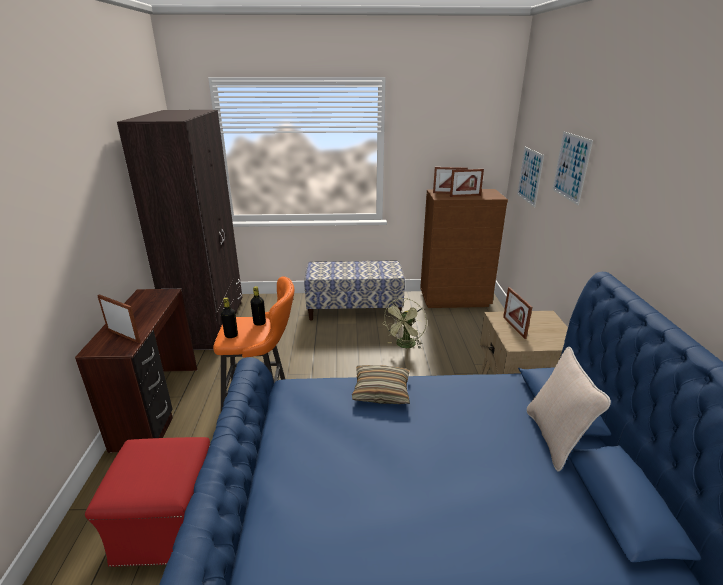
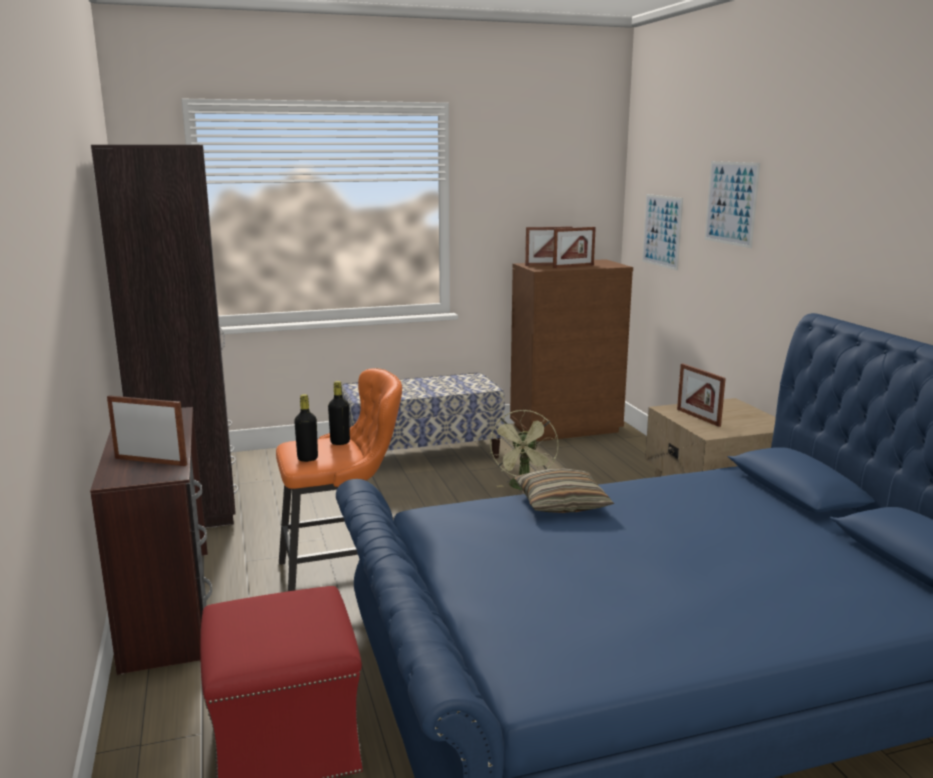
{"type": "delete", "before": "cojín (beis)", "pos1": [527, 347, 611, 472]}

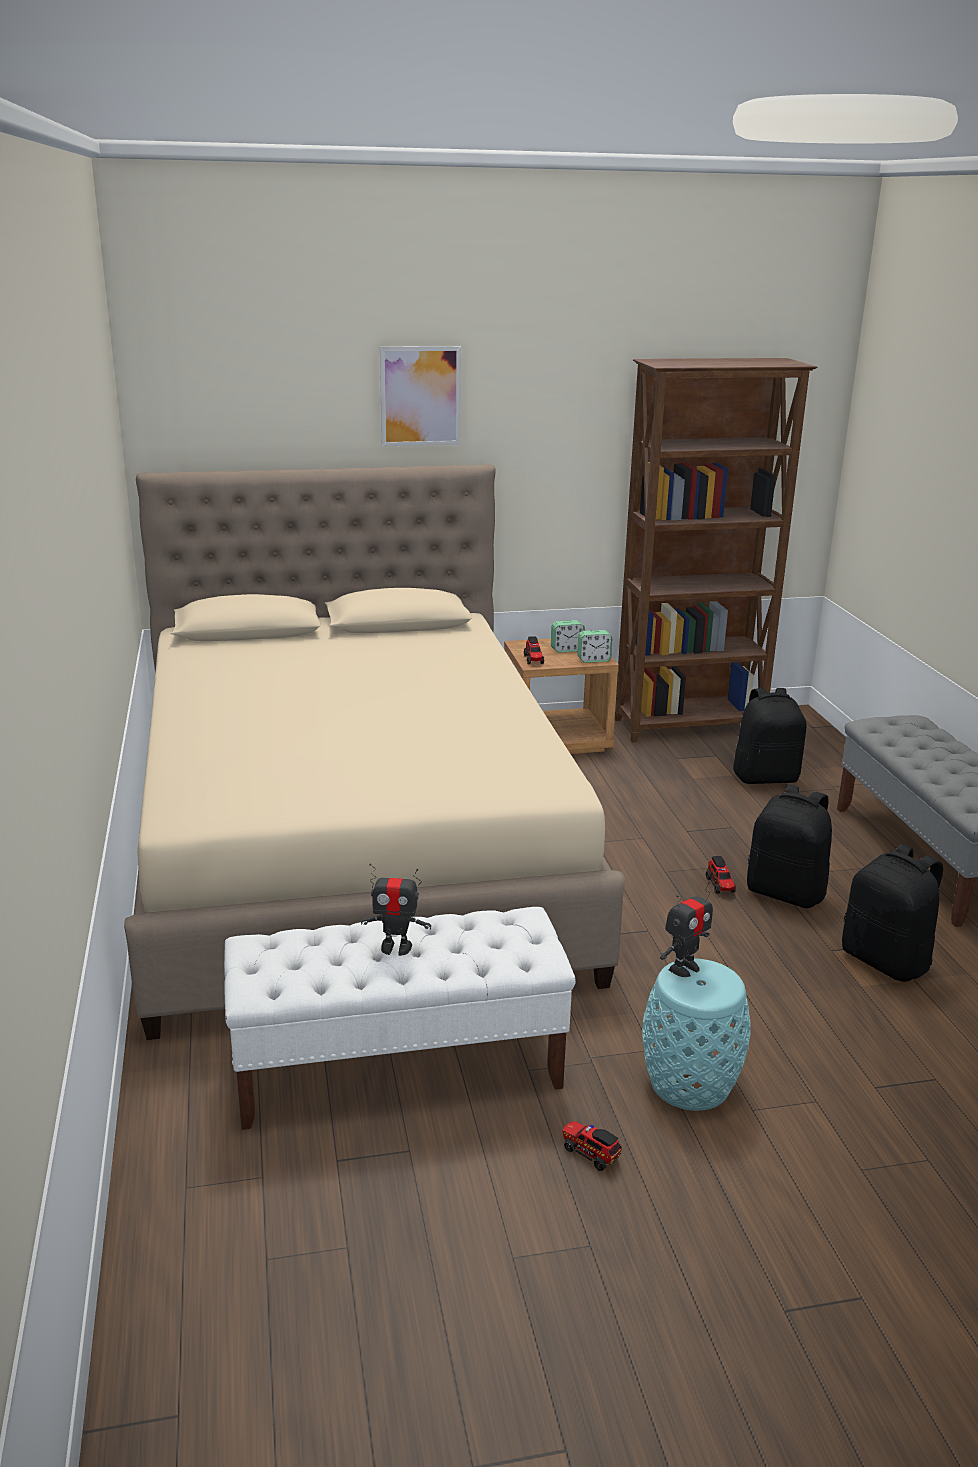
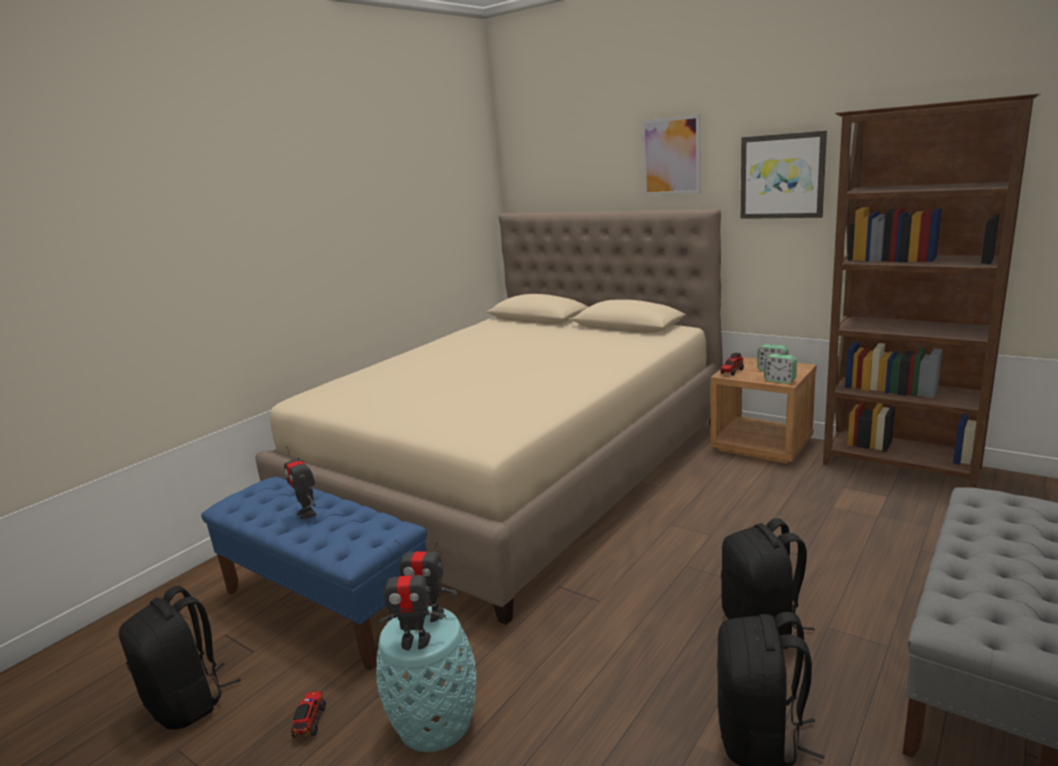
{"type": "move", "before": "mochila (negro)", "pos1": [733, 688, 806, 784], "pos2": [119, 586, 241, 730]}
{"type": "delete", "before": "camión de juguete", "pos1": [706, 856, 736, 894]}
{"type": "recolor", "before": "banco (blanco)", "after": "banco (azul)", "pos1": [224, 907, 576, 1130], "pos2": [201, 477, 432, 671]}
{"type": "insert", "after": "cuadro", "pos2": [741, 130, 827, 219]}
{"type": "insert", "after": "robot de juguete", "pos2": [378, 564, 446, 650]}

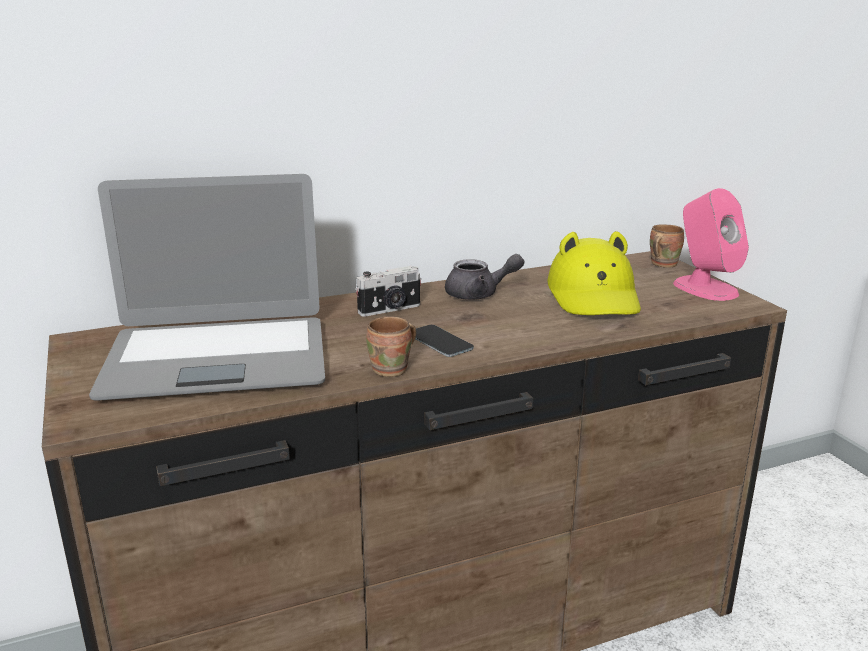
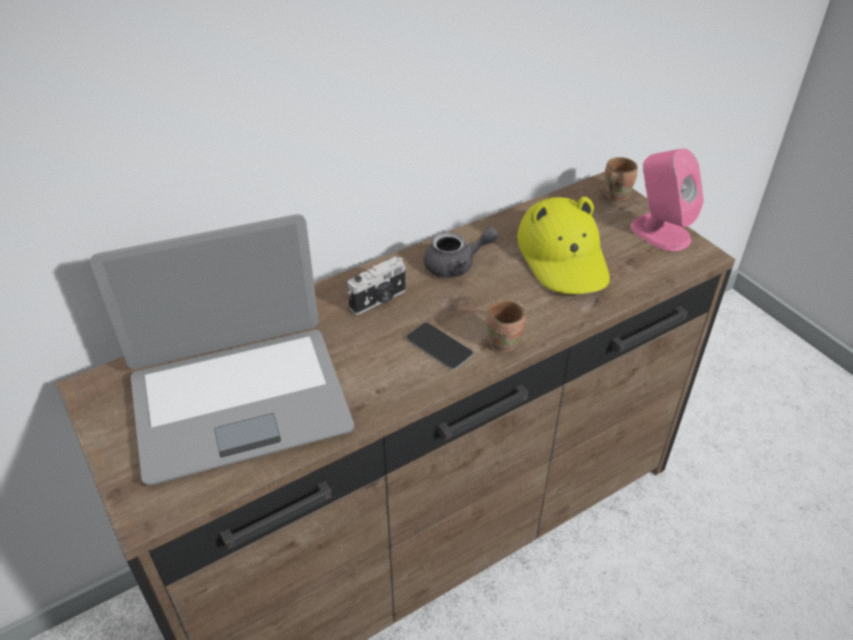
{"type": "move", "before": "taza grande (marrón)", "pos1": [366, 316, 416, 377], "pos2": [486, 299, 525, 352]}

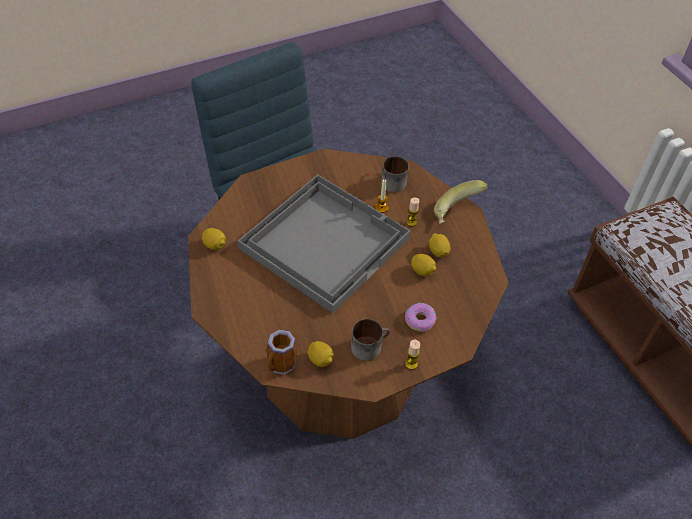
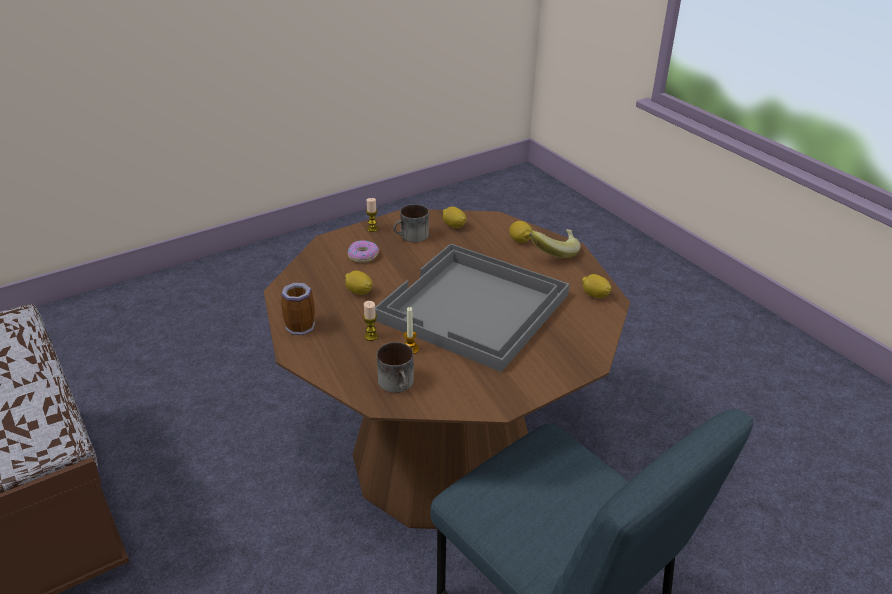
{"type": "move", "before": "plátano", "pos1": [434, 180, 488, 224], "pos2": [529, 229, 581, 258]}
{"type": "move", "before": "limón", "pos1": [429, 233, 450, 257], "pos2": [509, 221, 532, 243]}
{"type": "move", "before": "taza grande", "pos1": [267, 330, 297, 375], "pos2": [281, 283, 315, 335]}

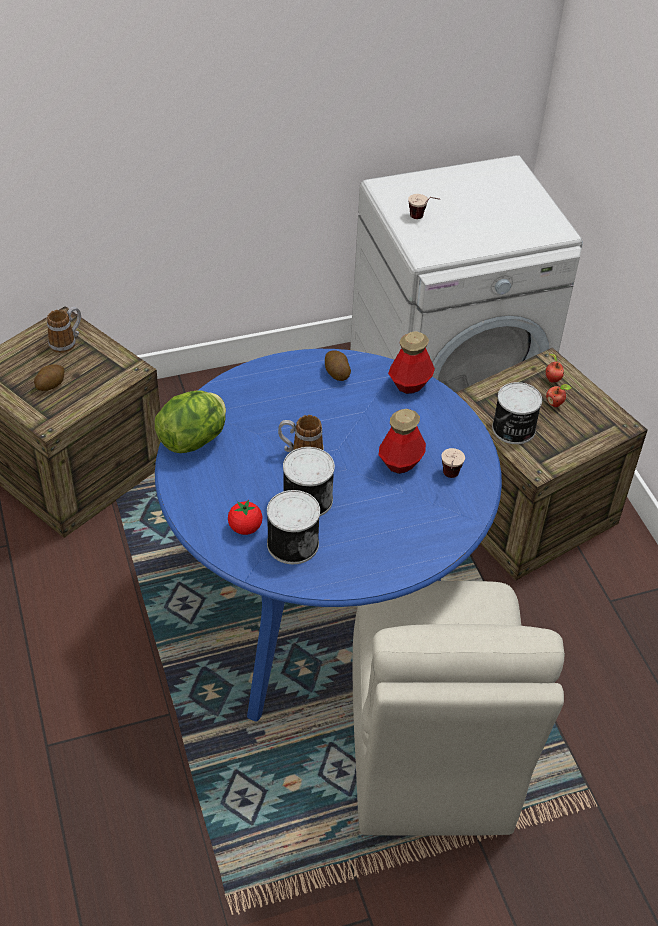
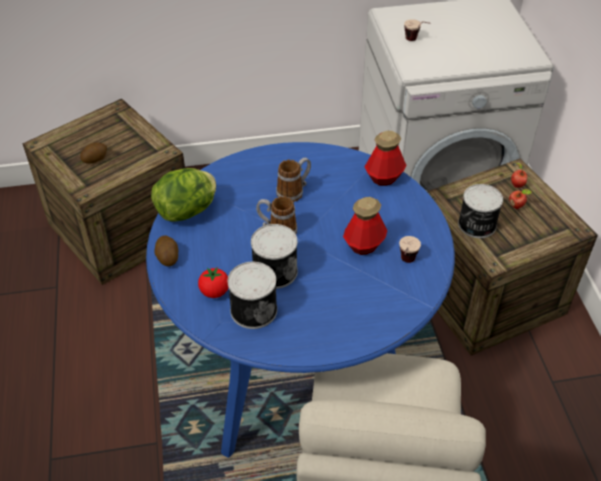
{"type": "move", "before": "taza grande", "pos1": [47, 307, 81, 353], "pos2": [276, 158, 311, 202]}
{"type": "move", "before": "patata", "pos1": [325, 350, 351, 381], "pos2": [154, 235, 178, 267]}

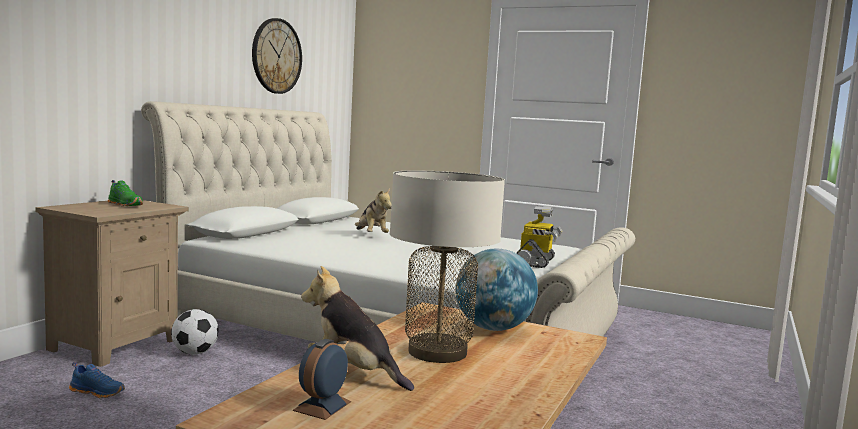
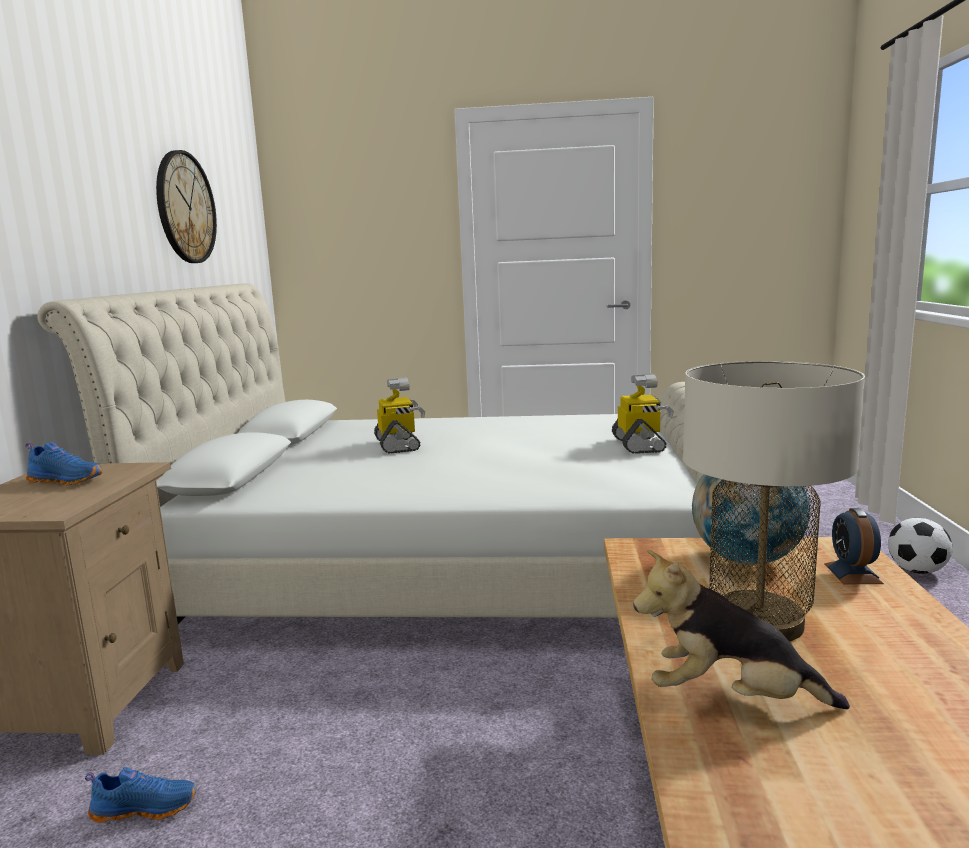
{"type": "recolor", "before": "zapato (verde)", "after": "zapato (azul)", "pos1": [108, 180, 143, 207], "pos2": [26, 442, 103, 486]}
{"type": "replace", "before": "peluche", "after": "robot de juguete", "pos1": [355, 188, 391, 233], "pos2": [374, 377, 425, 453]}
{"type": "move", "before": "balón de fútbol", "pos1": [171, 309, 219, 355], "pos2": [888, 518, 953, 574]}
{"type": "move", "before": "despertador", "pos1": [293, 339, 351, 420], "pos2": [824, 508, 884, 584]}

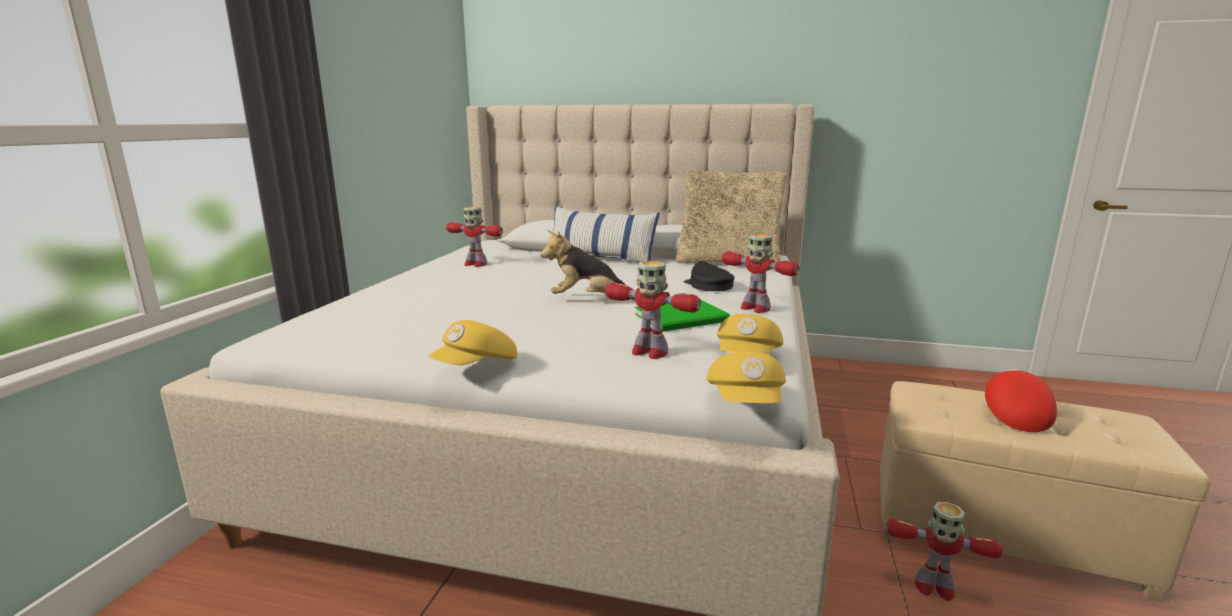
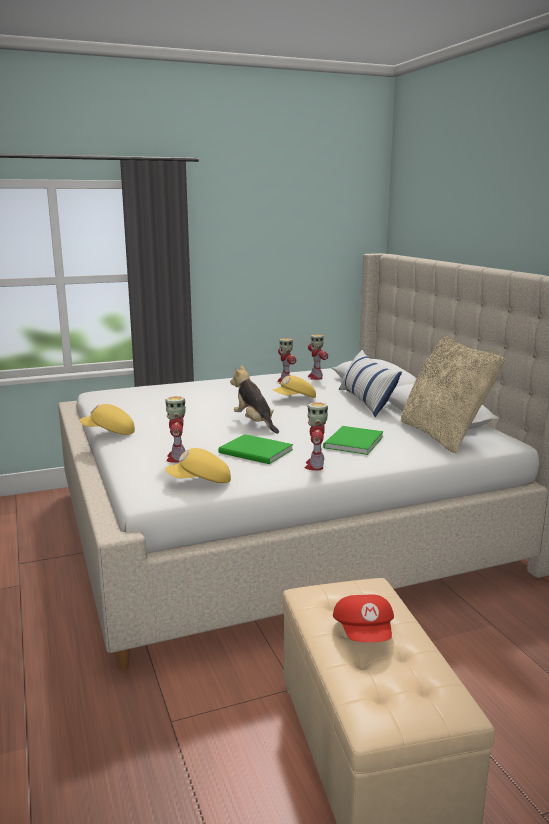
{"type": "replace", "before": "gorra (negro)", "after": "libro (verde)", "pos1": [683, 261, 735, 291], "pos2": [323, 426, 384, 455]}
{"type": "move", "before": "gorra (amarillo)", "pos1": [707, 352, 786, 403], "pos2": [273, 375, 316, 398]}
{"type": "rotate", "before": "gorra (rojo)", "pos1": [985, 369, 1057, 432], "pos2": [333, 594, 394, 642], "turn": 105}
{"type": "move", "before": "robot de juguete", "pos1": [886, 502, 1002, 601], "pos2": [308, 334, 328, 380]}

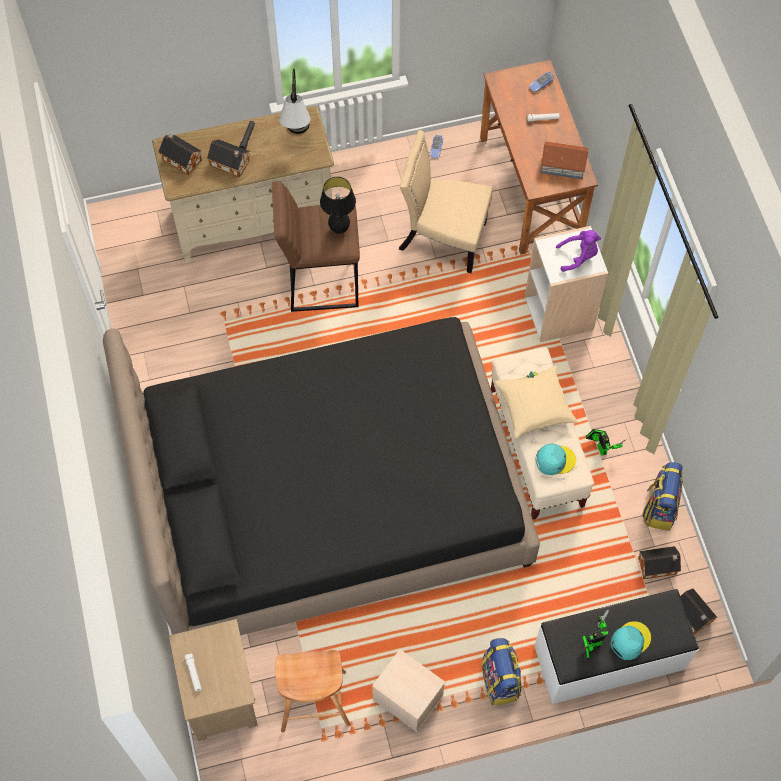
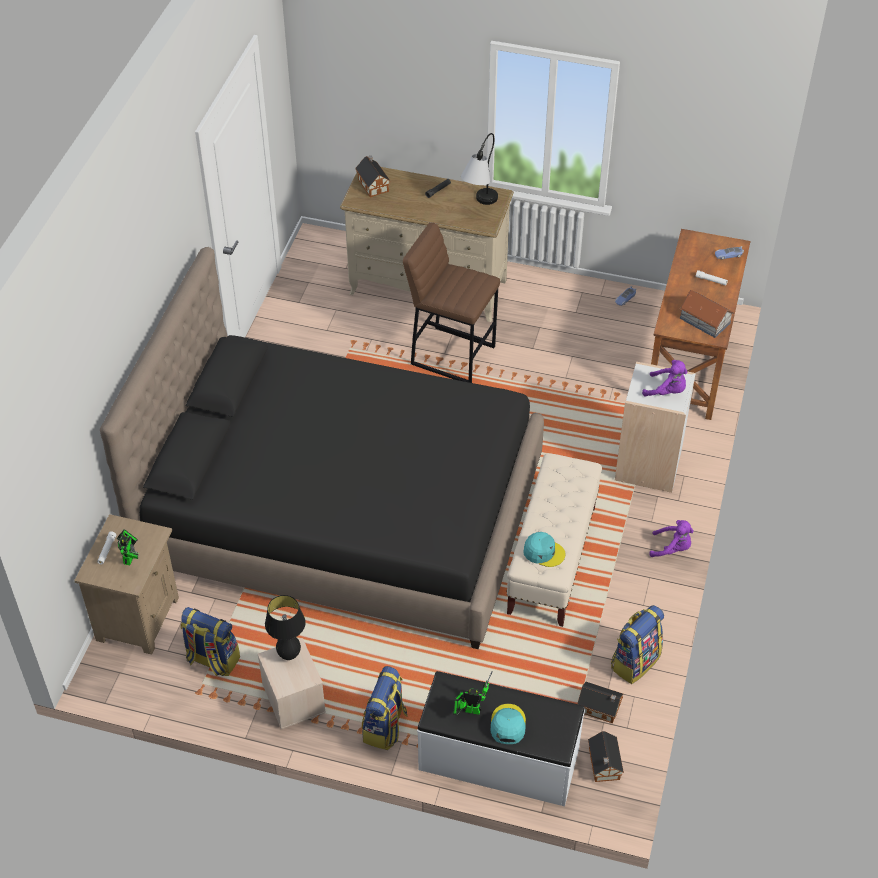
{"type": "delete", "before": "silla (beis)", "pos1": [399, 130, 493, 273]}
{"type": "delete", "before": "casita", "pos1": [207, 139, 250, 177]}
{"type": "move", "before": "lámpara de mesa (negro)", "pos1": [320, 177, 356, 234], "pos2": [265, 595, 306, 660]}
{"type": "delete", "before": "cojín (beis)", "pos1": [495, 366, 577, 438]}
{"type": "move", "before": "robot de juguete", "pos1": [586, 429, 625, 456], "pos2": [117, 529, 138, 565]}
{"type": "rotate", "before": "gorra (turquesa)", "pos1": [610, 621, 651, 660], "pos2": [491, 704, 526, 744], "turn": -75}
{"type": "replace", "before": "taburete (marrón)", "after": "mochila", "pos1": [275, 650, 350, 732], "pos2": [180, 607, 240, 676]}
{"type": "insert", "after": "peluche (morado)", "pos2": [649, 520, 694, 557]}

